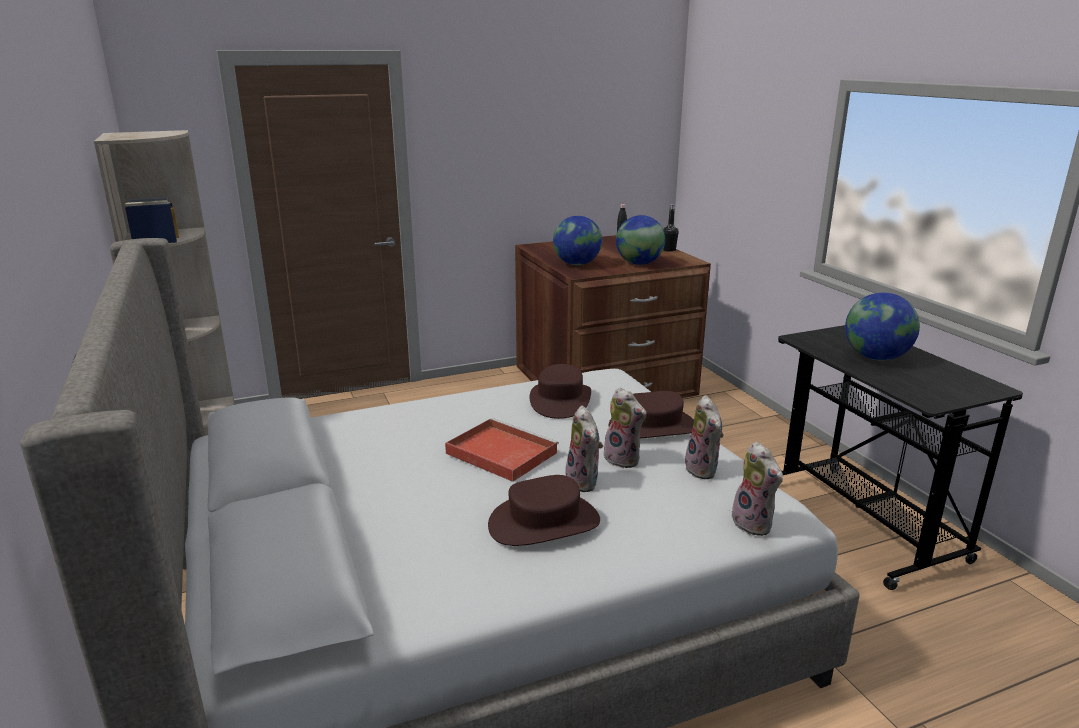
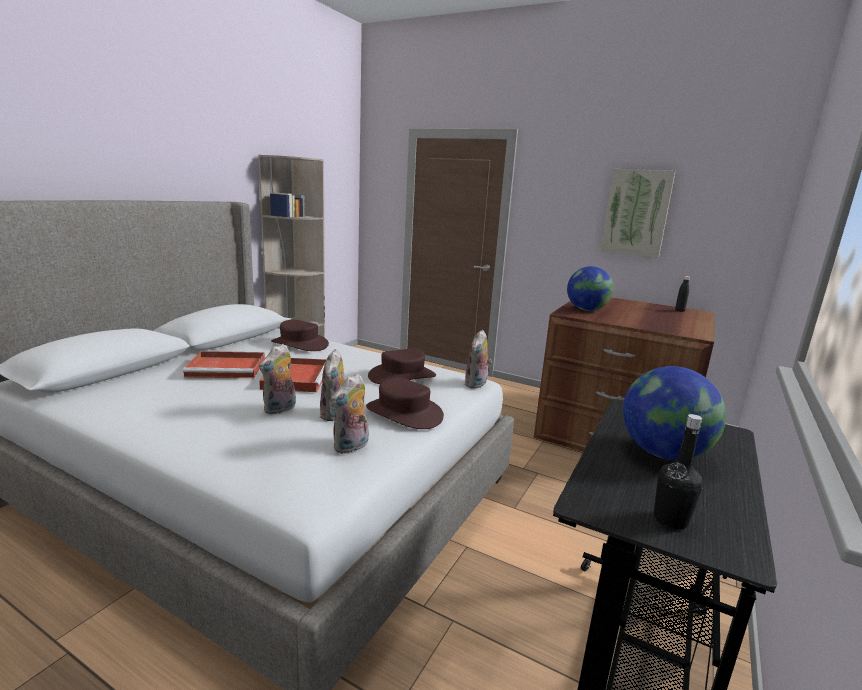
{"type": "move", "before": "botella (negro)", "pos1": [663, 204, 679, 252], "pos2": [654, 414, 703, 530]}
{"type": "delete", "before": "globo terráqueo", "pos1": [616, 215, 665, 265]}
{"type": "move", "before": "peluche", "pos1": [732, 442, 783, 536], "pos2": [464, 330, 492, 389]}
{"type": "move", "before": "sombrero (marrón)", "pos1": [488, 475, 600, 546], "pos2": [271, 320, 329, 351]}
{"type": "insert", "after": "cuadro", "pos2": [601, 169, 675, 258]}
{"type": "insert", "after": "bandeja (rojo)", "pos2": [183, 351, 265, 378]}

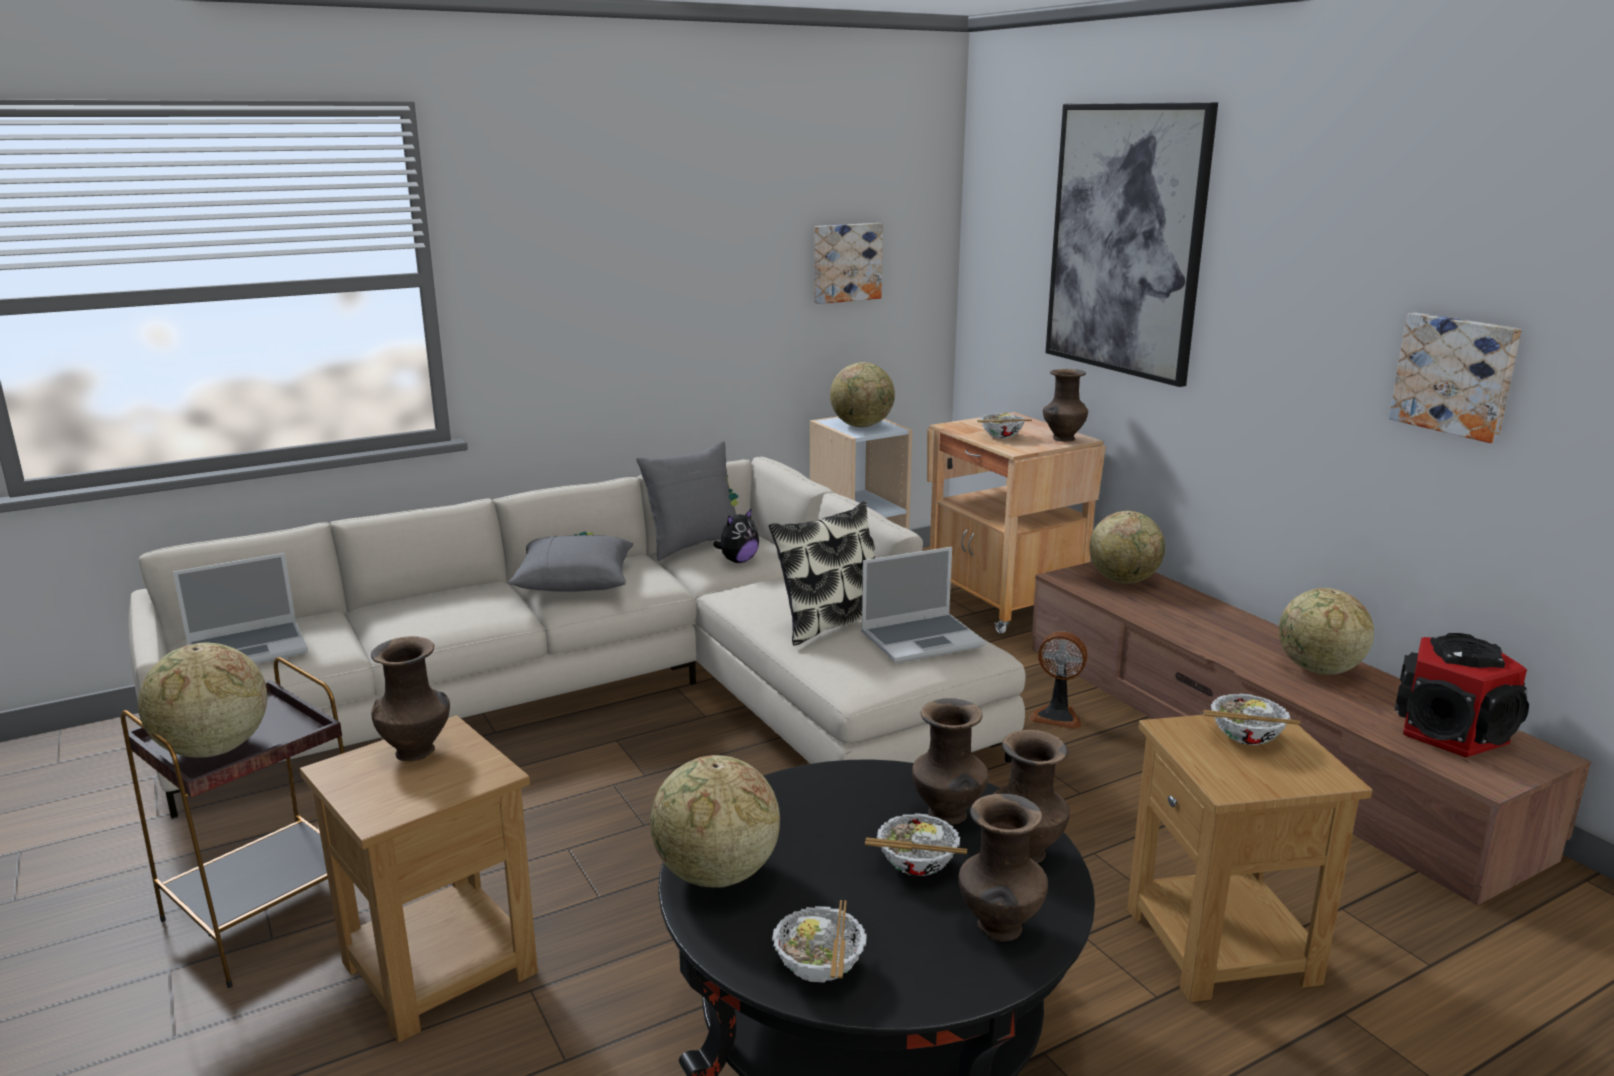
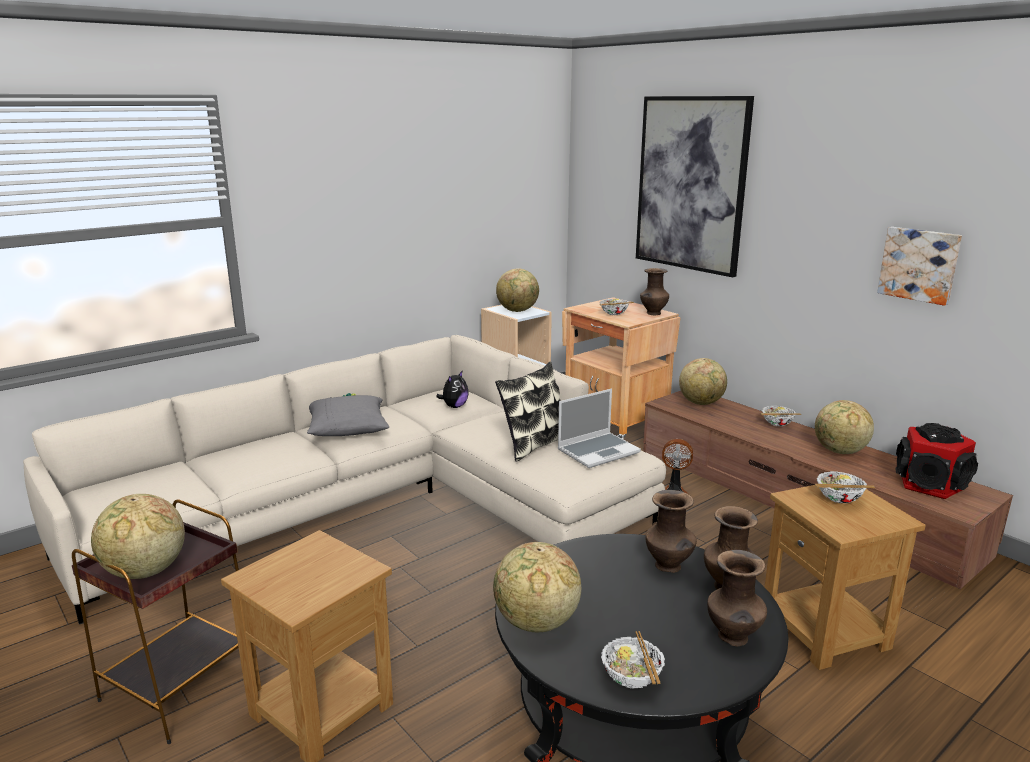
{"type": "delete", "before": "cuadro", "pos1": [814, 223, 883, 304]}
{"type": "delete", "before": "cojín (gris)", "pos1": [636, 441, 739, 561]}
{"type": "delete", "before": "portátil", "pos1": [173, 553, 308, 664]}
{"type": "delete", "before": "florero (marrón)", "pos1": [371, 636, 450, 761]}
{"type": "move", "before": "cuenco", "pos1": [865, 813, 967, 876], "pos2": [760, 406, 801, 426]}

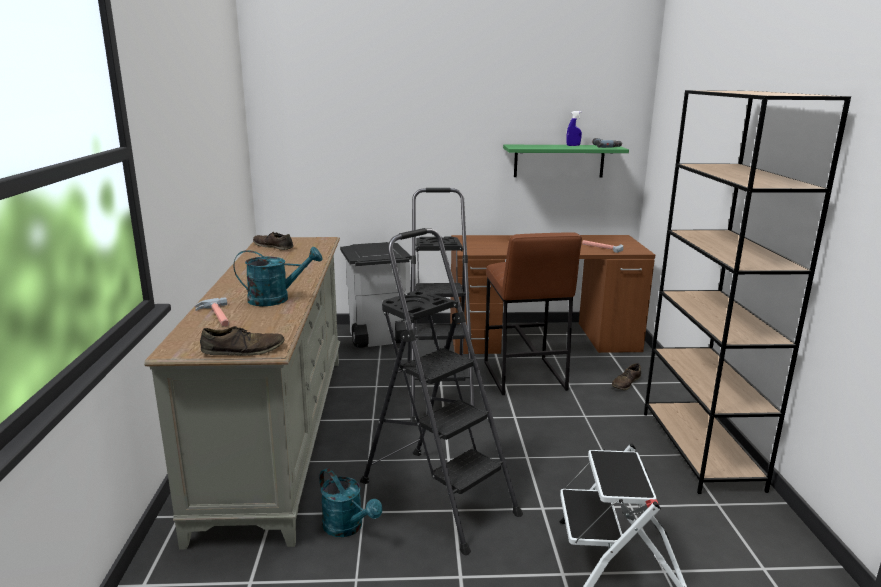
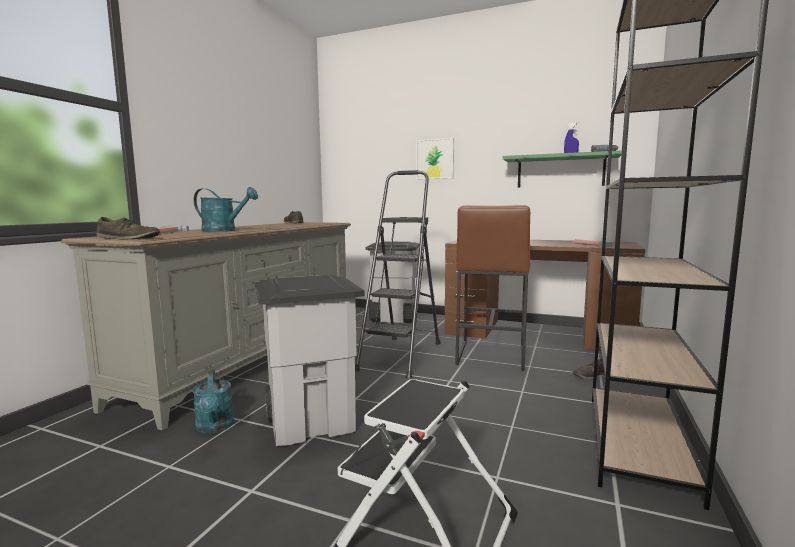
{"type": "replace", "before": "escalera de tijera", "after": "papelera (gris)", "pos1": [360, 228, 523, 555], "pos2": [254, 275, 365, 446]}
{"type": "insert", "after": "cuadro", "pos2": [416, 138, 454, 179]}

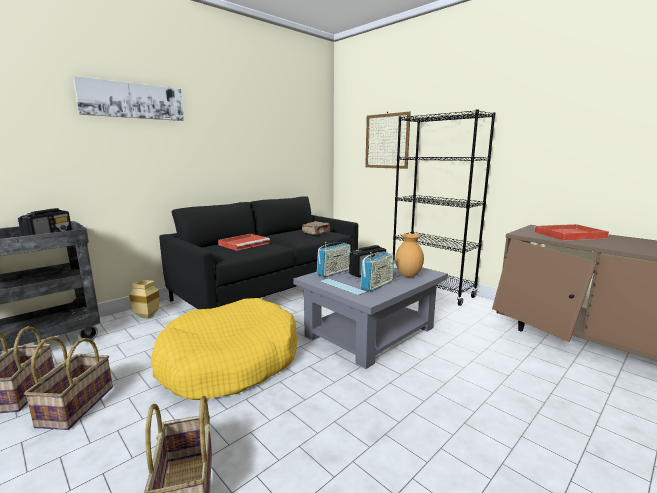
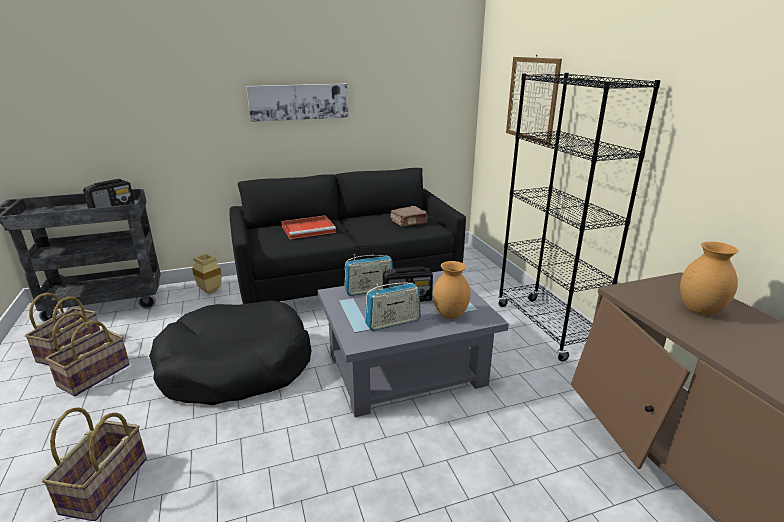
{"type": "move", "before": "cuadro", "pos1": [73, 76, 184, 121], "pos2": [246, 84, 348, 122]}
{"type": "replace", "before": "bandeja (rojo)", "after": "florero (marrón)", "pos1": [534, 224, 609, 241], "pos2": [680, 241, 738, 315]}
{"type": "recolor", "before": "cama para perro (amarillo)", "after": "cama para perro (negro)", "pos1": [151, 298, 298, 400], "pos2": [149, 300, 312, 405]}

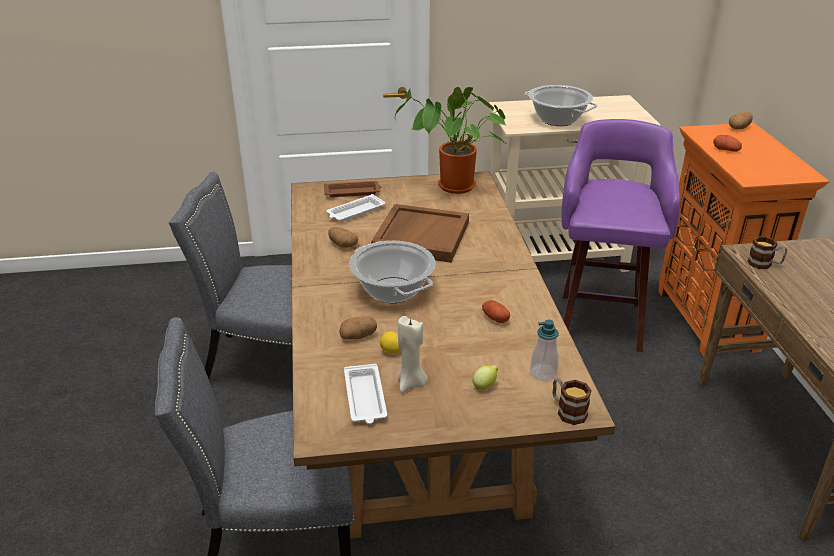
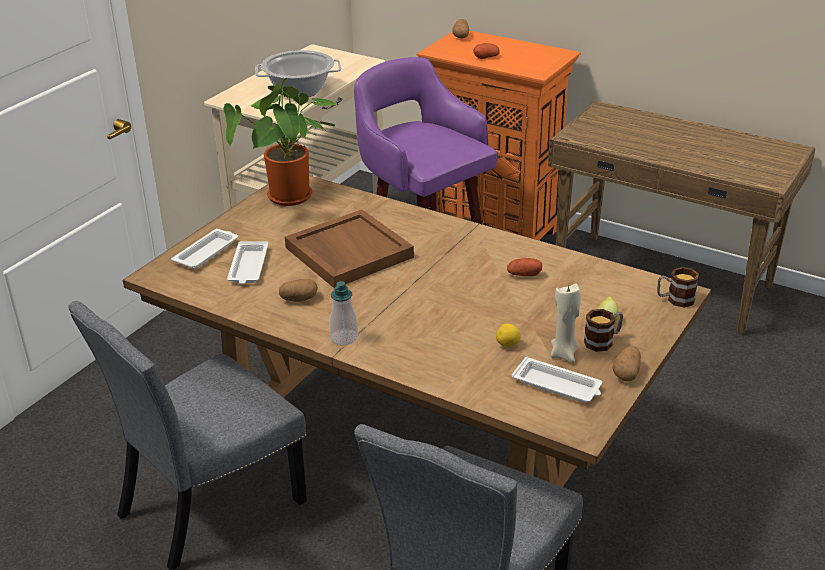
{"type": "recolor", "before": "bandeja (marrón)", "after": "bandeja (blanco)", "pos1": [324, 181, 382, 197], "pos2": [171, 229, 238, 269]}
{"type": "move", "before": "taza grande", "pos1": [748, 236, 787, 269], "pos2": [584, 309, 623, 352]}
{"type": "delete", "before": "olla", "pos1": [349, 241, 435, 303]}
{"type": "move", "before": "patata", "pos1": [339, 316, 377, 339], "pos2": [613, 346, 641, 381]}
{"type": "move", "before": "dispensador de jabón", "pos1": [530, 320, 559, 381], "pos2": [330, 281, 358, 345]}

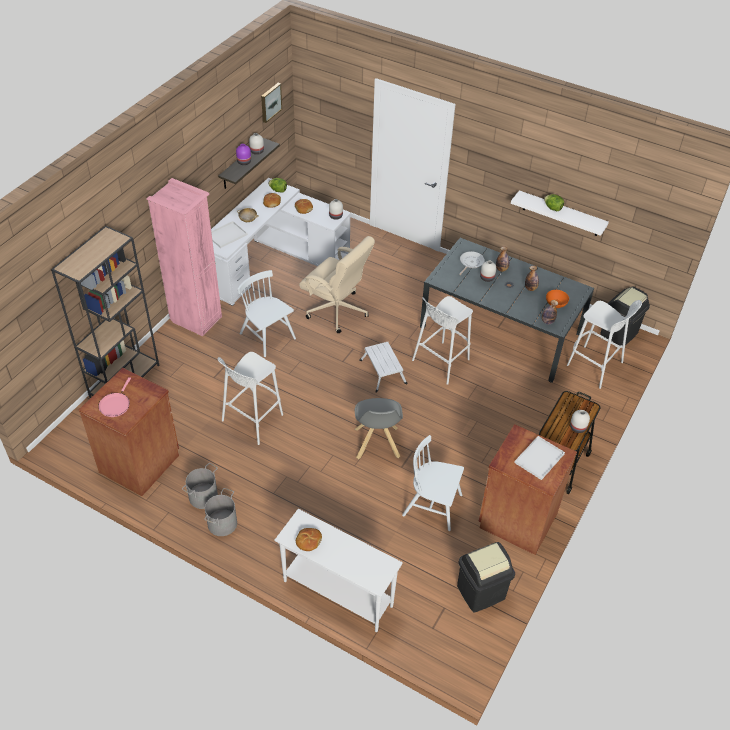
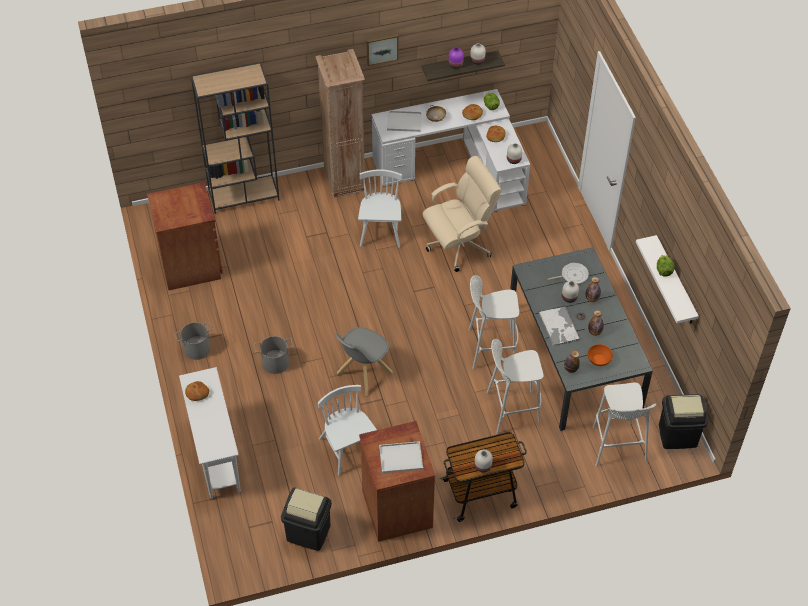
{"type": "move", "before": "cuadro", "pos1": [261, 83, 282, 123], "pos2": [367, 34, 398, 66]}
{"type": "recolor", "before": "armario (rosa)", "after": "armario (marrón)", "pos1": [146, 178, 222, 336], "pos2": [315, 49, 365, 198]}
{"type": "rotate", "before": "silla de oficina (beis)", "pos1": [299, 236, 375, 333], "pos2": [423, 156, 501, 272], "turn": -105}
{"type": "delete", "before": "escalera de tijera (blanco)", "pos1": [359, 342, 408, 393]}
{"type": "move", "before": "taburete (blanco)", "pos1": [217, 352, 283, 445], "pos2": [487, 339, 544, 434]}
{"type": "delete", "before": "sartén (rosa)", "pos1": [98, 377, 131, 417]}
{"type": "move", "before": "cubo (gris)", "pos1": [182, 463, 218, 509], "pos2": [254, 336, 293, 374]}
{"type": "insert", "after": "bandeja", "pos2": [538, 306, 581, 347]}

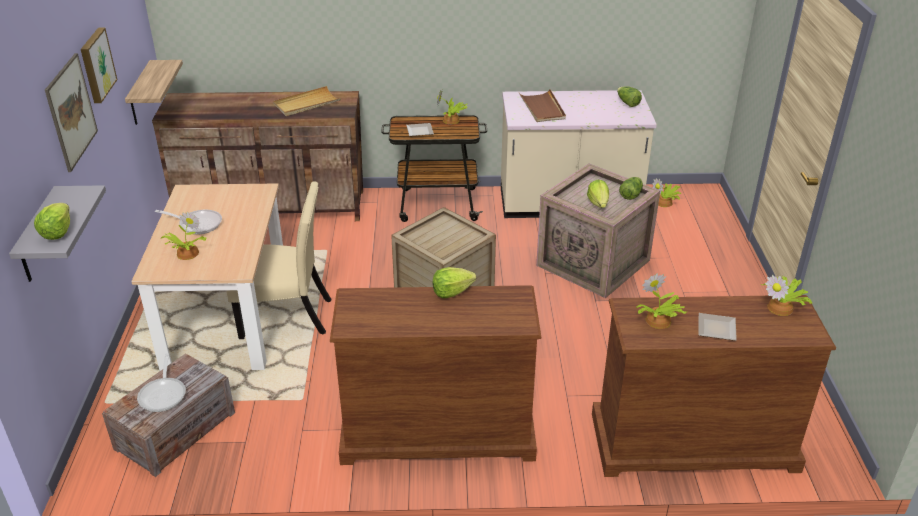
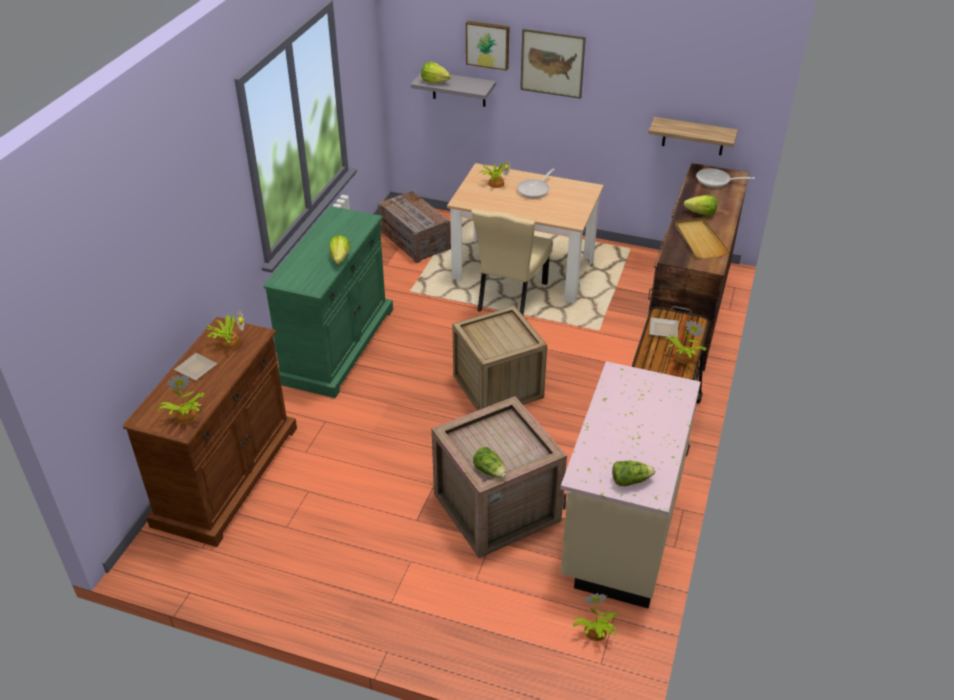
{"type": "move", "before": "cuadro", "pos1": [81, 27, 118, 103], "pos2": [466, 21, 510, 71]}
{"type": "delete", "before": "bandeja (marrón)", "pos1": [519, 89, 566, 122]}
{"type": "move", "before": "lechuga", "pos1": [587, 180, 609, 208], "pos2": [684, 195, 718, 216]}
{"type": "recolor", "before": "cómoda (marrón)", "after": "cómoda (verde)", "pos1": [330, 285, 541, 465], "pos2": [264, 206, 393, 398]}
{"type": "move", "before": "sartén", "pos1": [137, 353, 186, 412], "pos2": [696, 168, 755, 188]}

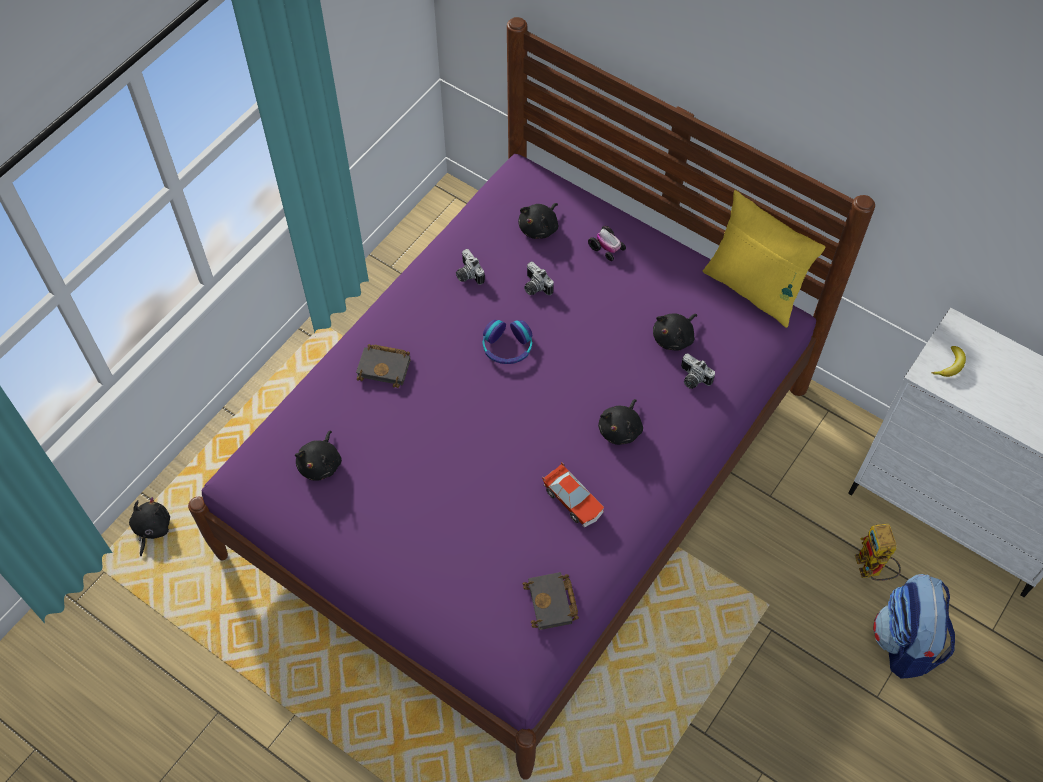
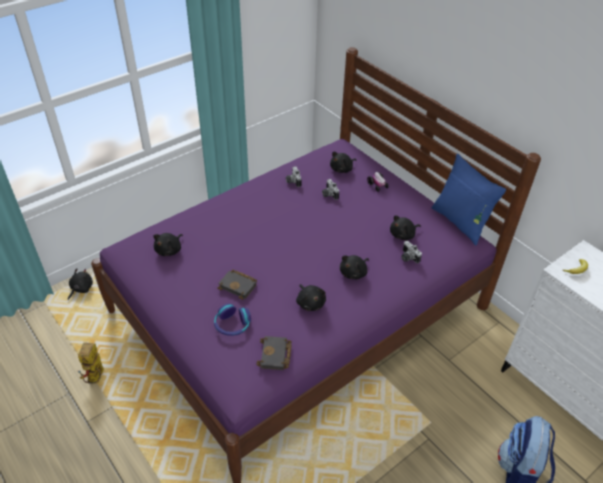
{"type": "recolor", "before": "cojín (amarillo)", "after": "cojín (azul)", "pos1": [703, 190, 825, 328], "pos2": [431, 154, 506, 246]}
{"type": "move", "before": "auriculares", "pos1": [482, 320, 532, 364], "pos2": [214, 304, 251, 336]}
{"type": "move", "before": "libro (negro)", "pos1": [356, 344, 411, 388], "pos2": [217, 270, 257, 300]}
{"type": "replace", "before": "coche de juguete", "after": "peluche (negro)", "pos1": [542, 462, 604, 527], "pos2": [296, 284, 326, 311]}
{"type": "move", "before": "robot de juguete", "pos1": [855, 524, 901, 581], "pos2": [78, 342, 104, 384]}

